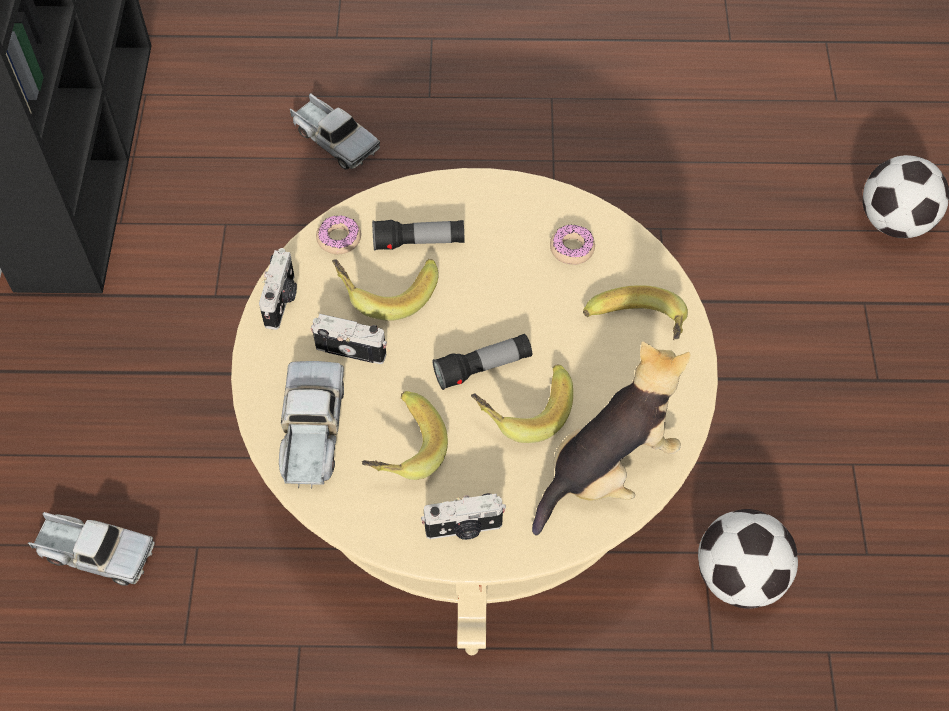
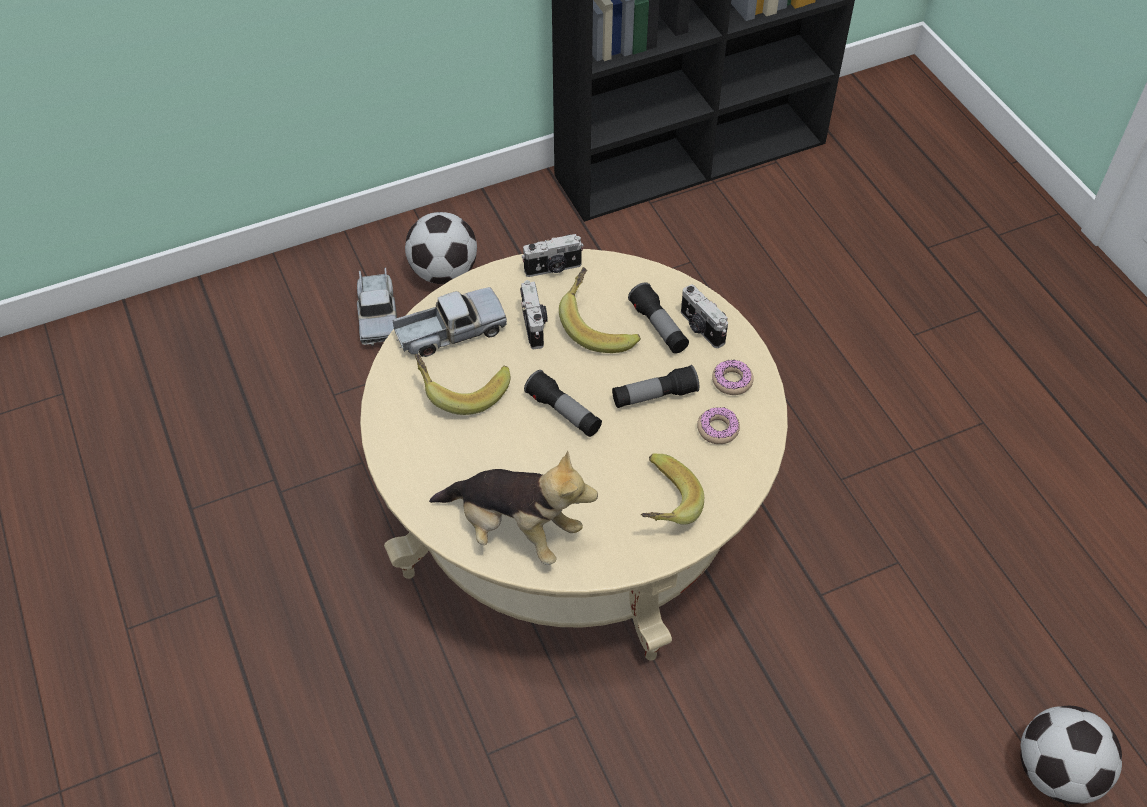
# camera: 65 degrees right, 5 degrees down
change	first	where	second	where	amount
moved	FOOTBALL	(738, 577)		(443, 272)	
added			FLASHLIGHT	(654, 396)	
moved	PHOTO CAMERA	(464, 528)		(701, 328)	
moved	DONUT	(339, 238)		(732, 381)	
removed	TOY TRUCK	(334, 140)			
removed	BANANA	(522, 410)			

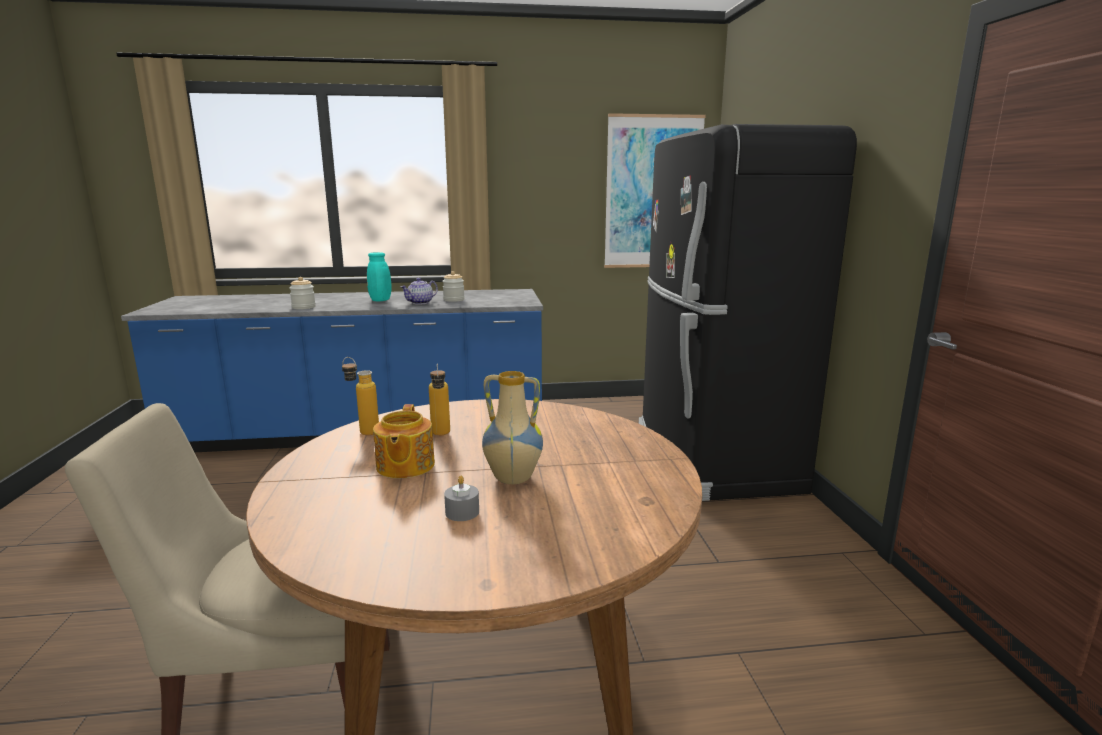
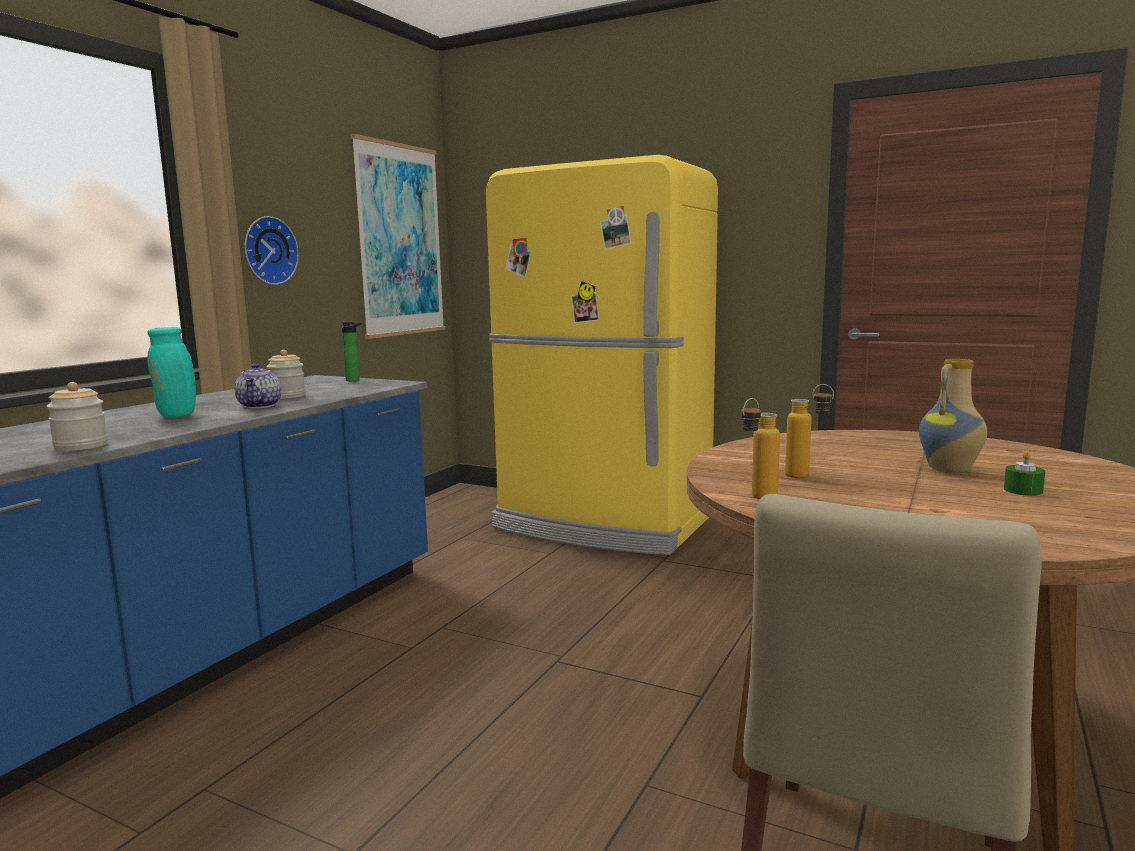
# camera: 55 degrees left, 5 degrees down
change	first	where	second	where	amount
added			WALL CLOCK	(268, 250)	
added			BOTTLE	(355, 380)	
recoloured	BLACK FRIDGE	(711, 460)	YELLOW FRIDGE	(603, 524)	
recoloured	GREY CANDLE	(462, 512)	GREEN CANDLE	(1023, 490)	
removed	TEAPOT	(404, 466)			

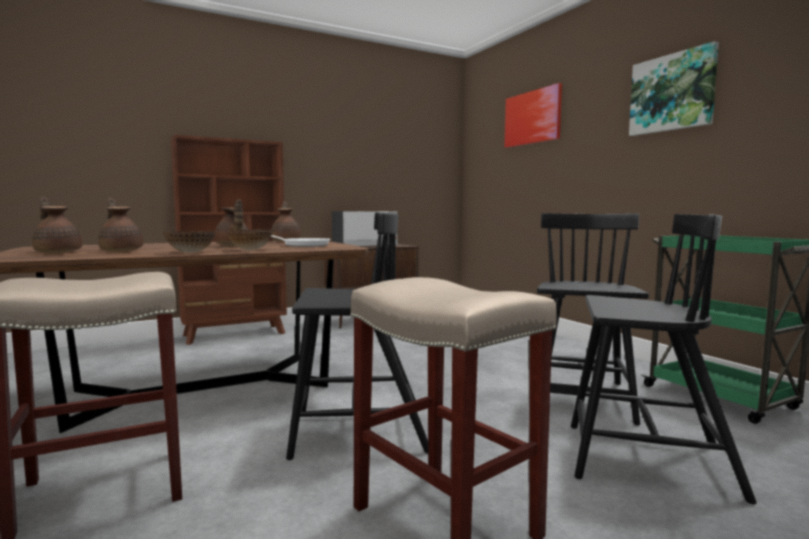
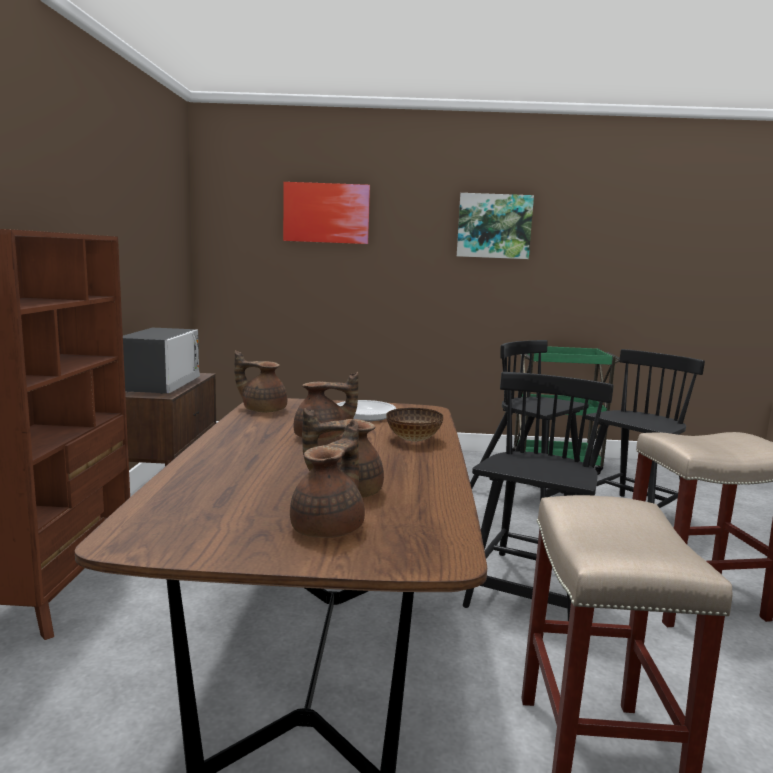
# camera: 60 degrees left, 5 degrees up
change	first	where	second	where	amount
turned	BROWN TEAPOT	(58, 252)		(330, 528)	135 degrees clockwise
removed	BOWL	(191, 252)			

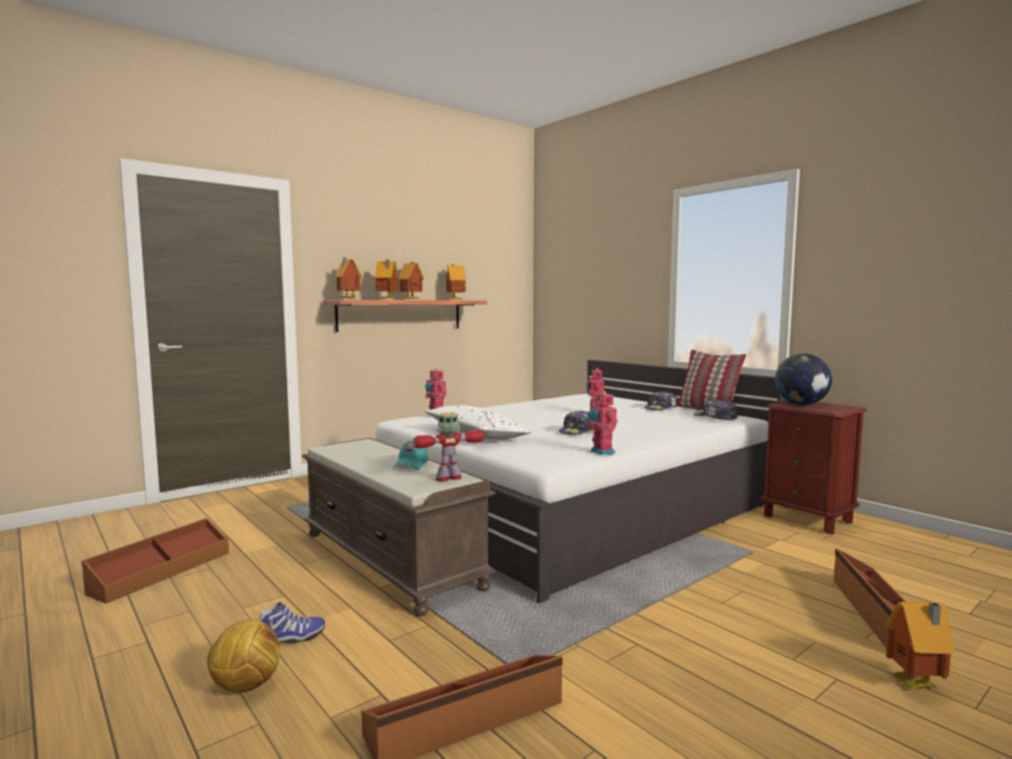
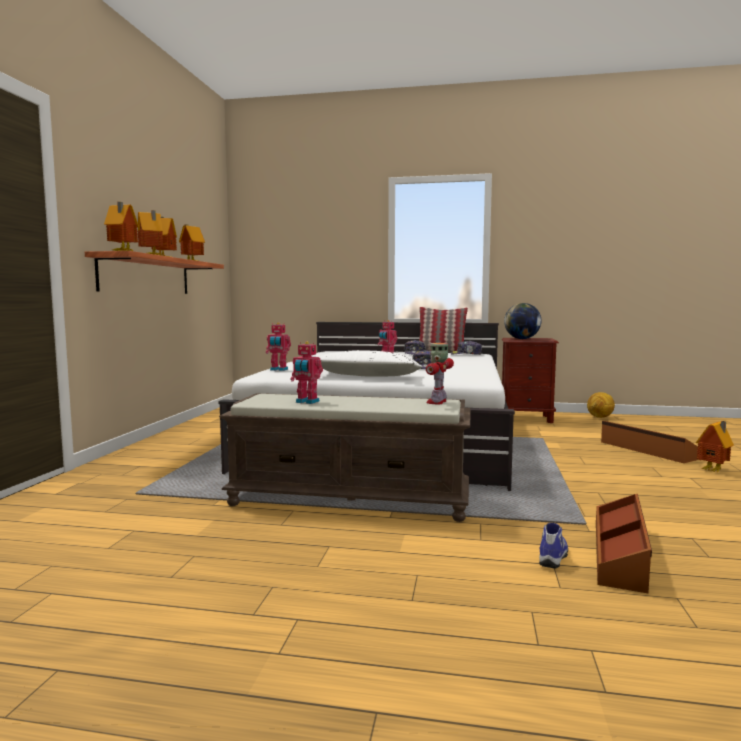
# camera: 40 degrees left, 0 degrees up
change	first	where	second	where	amount
moved	TOY ROBOT	(601, 452)		(306, 402)	
moved	SHOE	(290, 639)		(553, 557)	
moved	FOOTBALL	(246, 686)		(600, 417)	
removed	BROWN STORAGE BOX	(161, 572)			
removed	TURQUOISE CAP	(411, 465)			

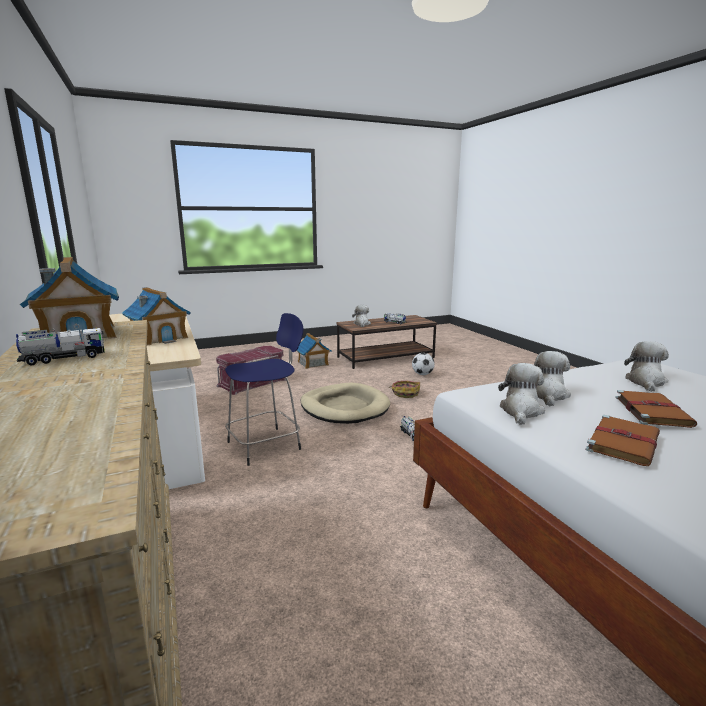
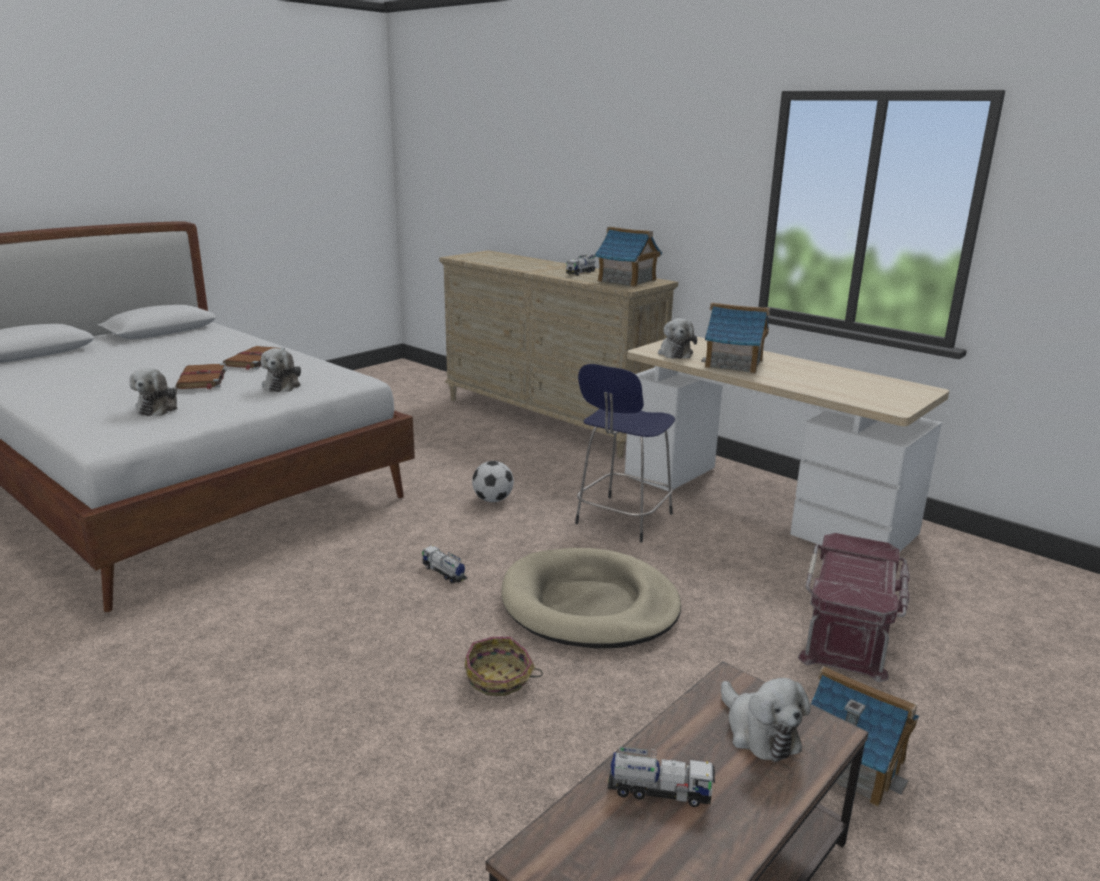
# camera: 155 degrees right, 5 degrees up
change	first	where	second	where	amount
moved	FOOTBALL	(422, 374)		(493, 500)	
moved	PLUSH TOY	(520, 411)		(675, 353)	

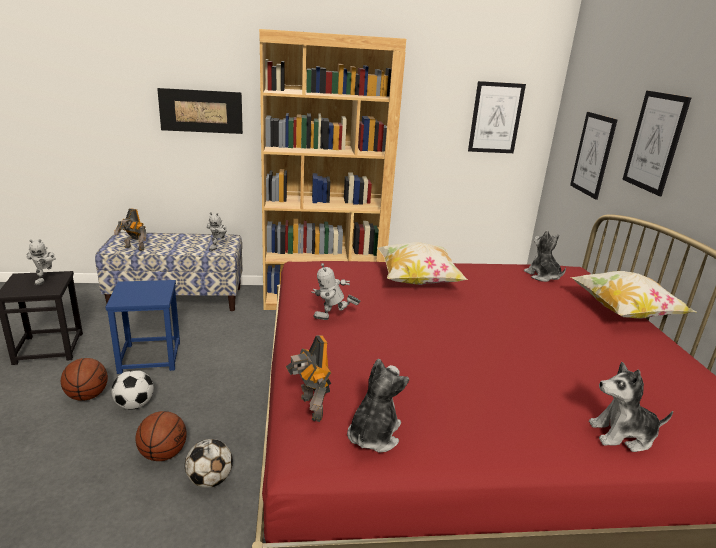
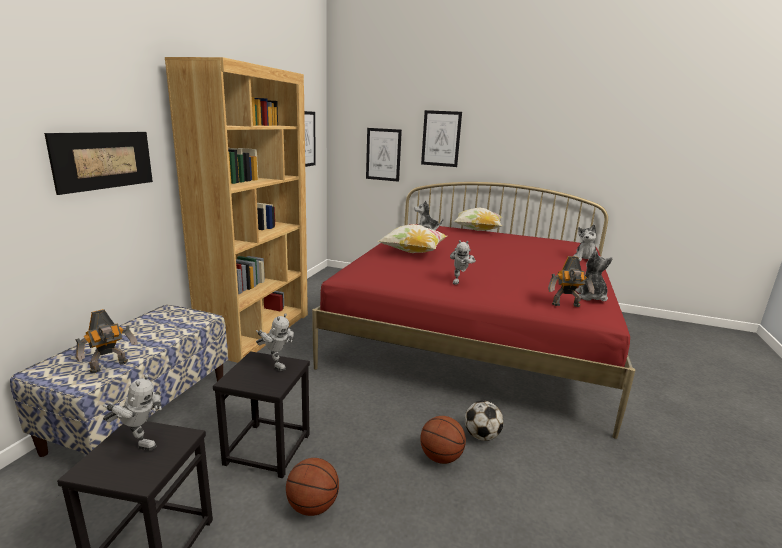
# camera: 65 degrees left, 5 degrees down
change	first	where	second	where	amount
recoloured	BLUE STOOL	(149, 357)	BLACK STOOL	(268, 449)	
moved	TOY ROBOT	(219, 248)		(275, 364)	
turned	PLUSH TOY	(373, 435)		(590, 297)	45 degrees clockwise
removed	FOOTBALL	(135, 405)			

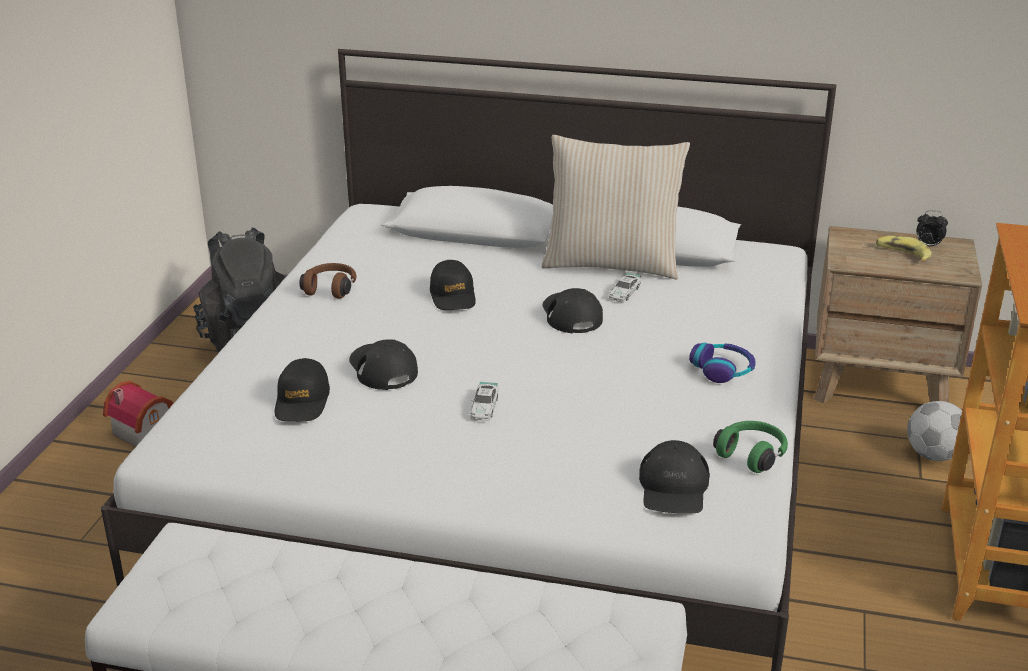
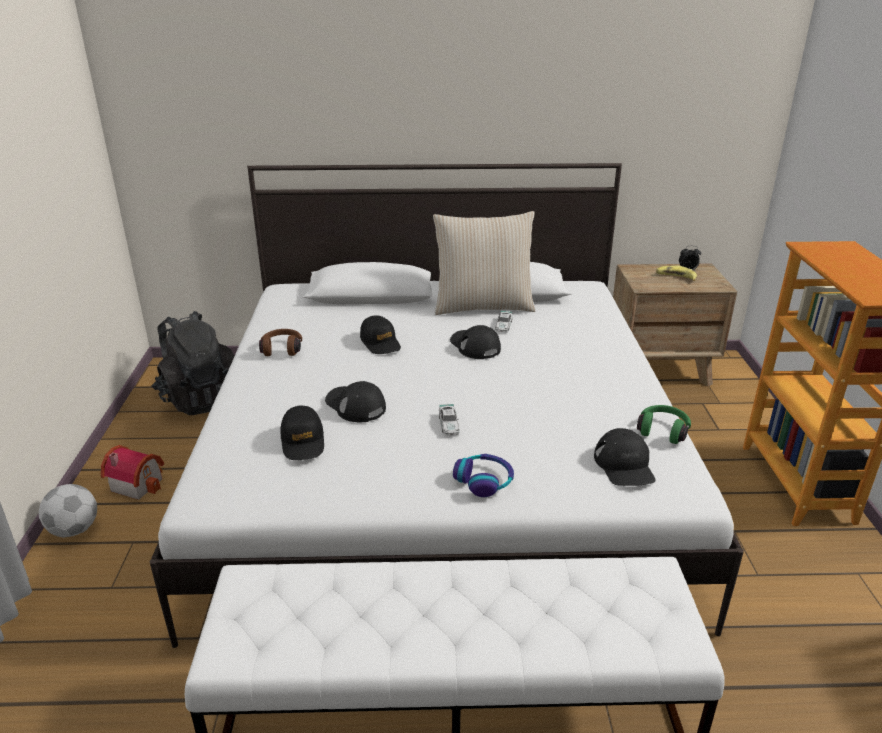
# camera: 15 degrees left, 0 degrees up
change	first	where	second	where	amount
moved	FOOTBALL	(933, 455)		(74, 529)	
moved	HEADPHONES	(723, 370)		(484, 481)	

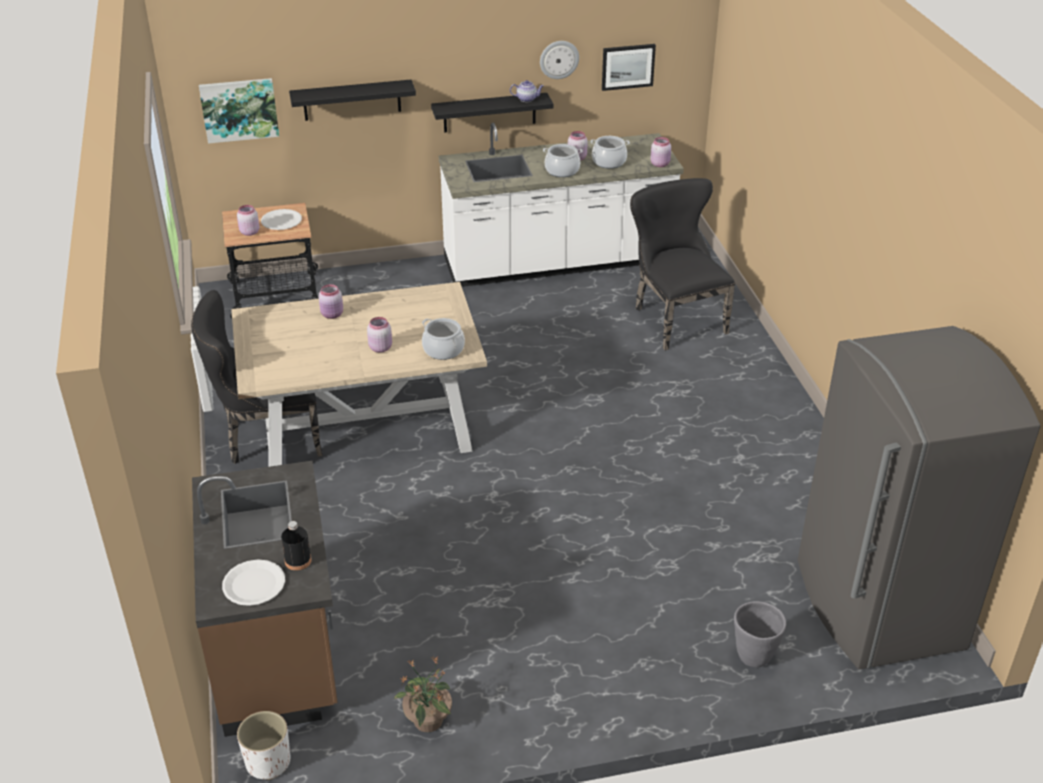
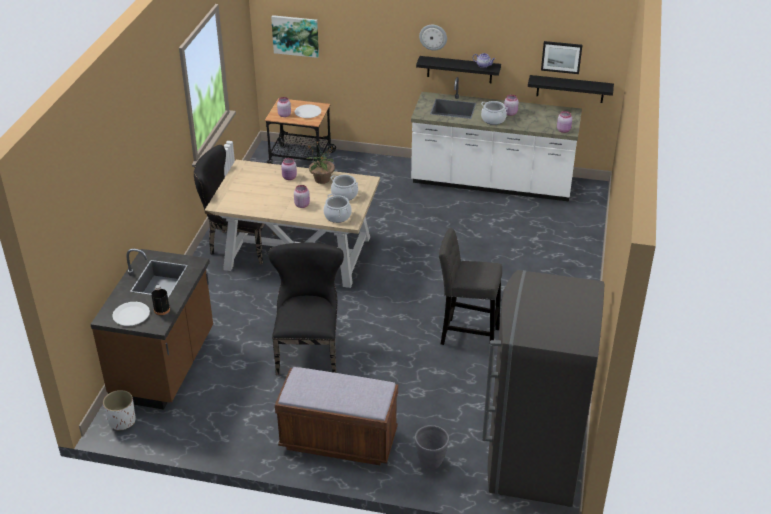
# camera: 25 degrees right, 0 degrees up
change	first	where	second	where	amount
moved	BLACK CHAIR	(674, 318)		(308, 350)	
added			BROWN BENCH	(338, 440)	
moved	POTTED PLANT	(428, 721)		(321, 179)	
moved	COOKING POT	(609, 162)		(344, 194)	
moved	WALL CLOCK	(559, 59)		(433, 37)	
added			GREY STOOL	(466, 335)	
moved	BLACK SHELF	(352, 100)		(570, 89)	

